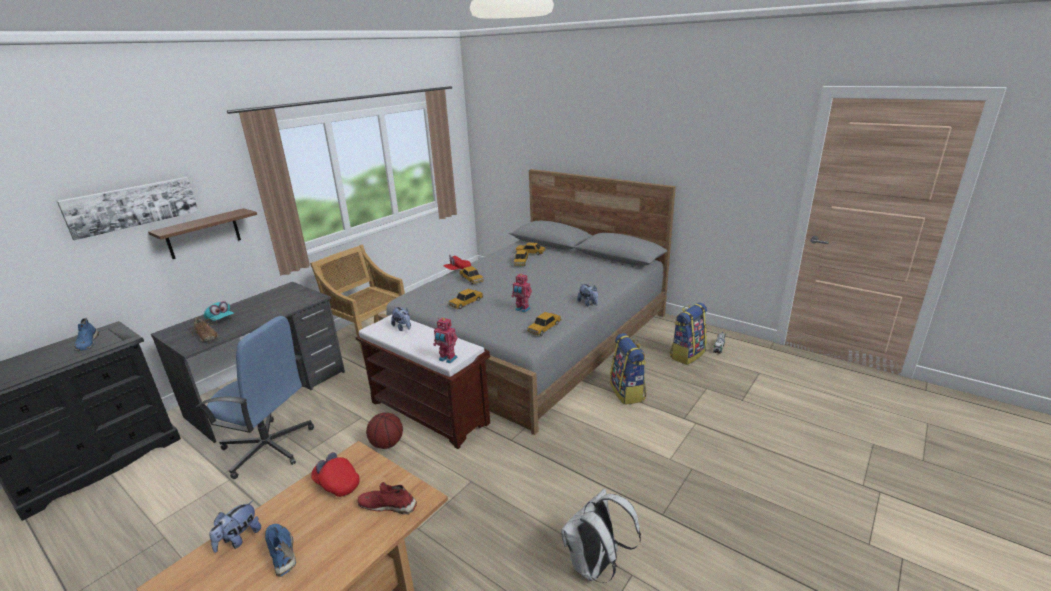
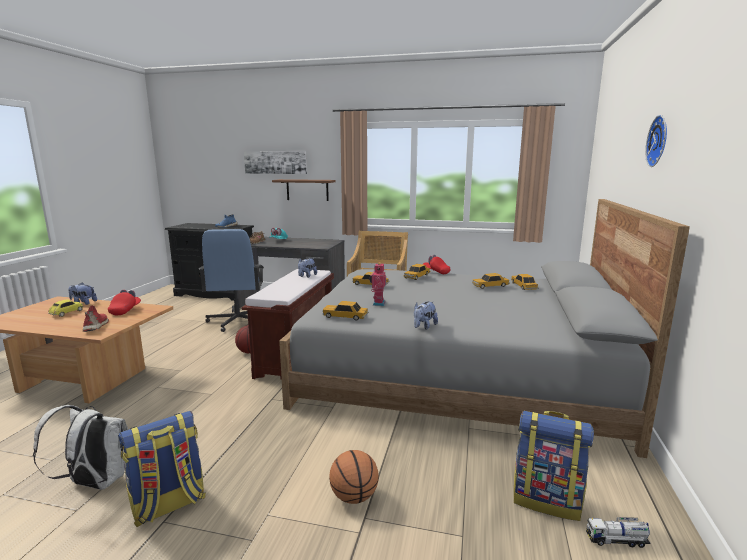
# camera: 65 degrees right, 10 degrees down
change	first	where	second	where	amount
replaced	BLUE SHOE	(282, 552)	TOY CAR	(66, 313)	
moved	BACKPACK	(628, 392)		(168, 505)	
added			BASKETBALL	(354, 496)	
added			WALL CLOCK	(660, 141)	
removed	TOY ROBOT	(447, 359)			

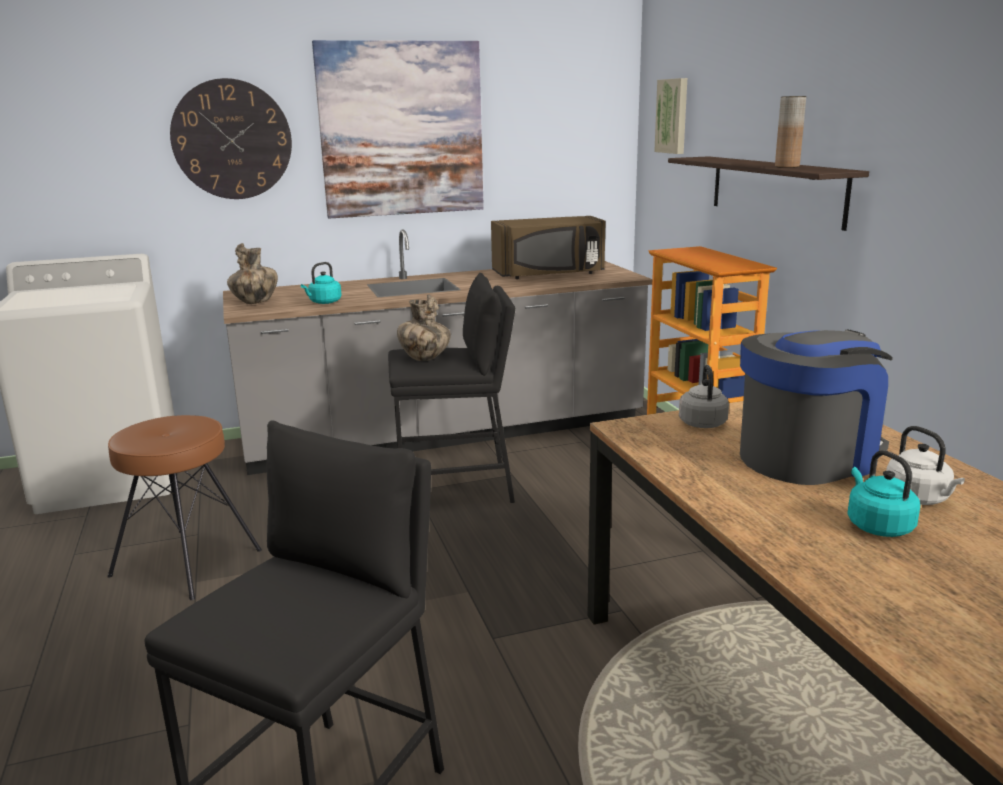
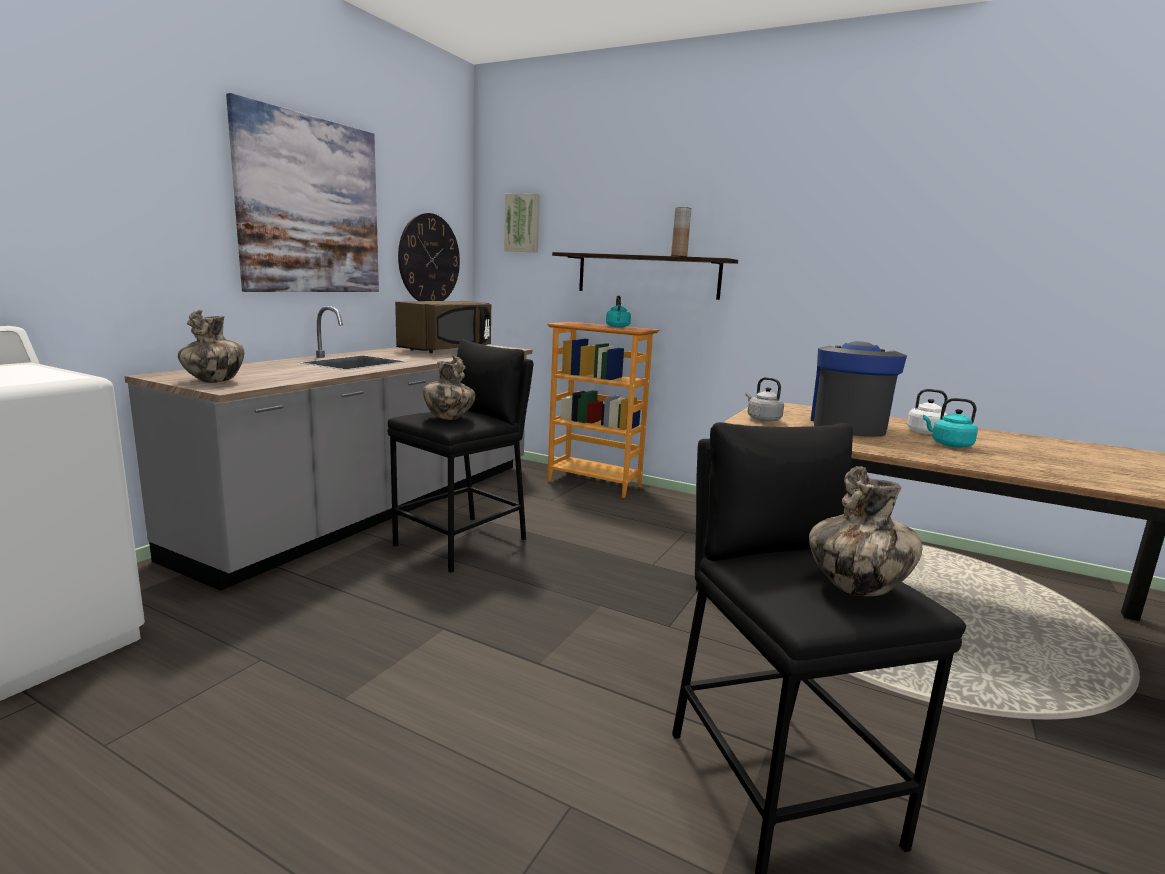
# camera: 45 degrees left, 5 degrees down
change	first	where	second	where	amount
moved	WALL CLOCK	(232, 140)		(429, 259)	
moved	TURQUOISE KETTLE	(324, 302)		(618, 327)	
added			VASE	(857, 588)	
removed	BROWN STOOL	(187, 562)			

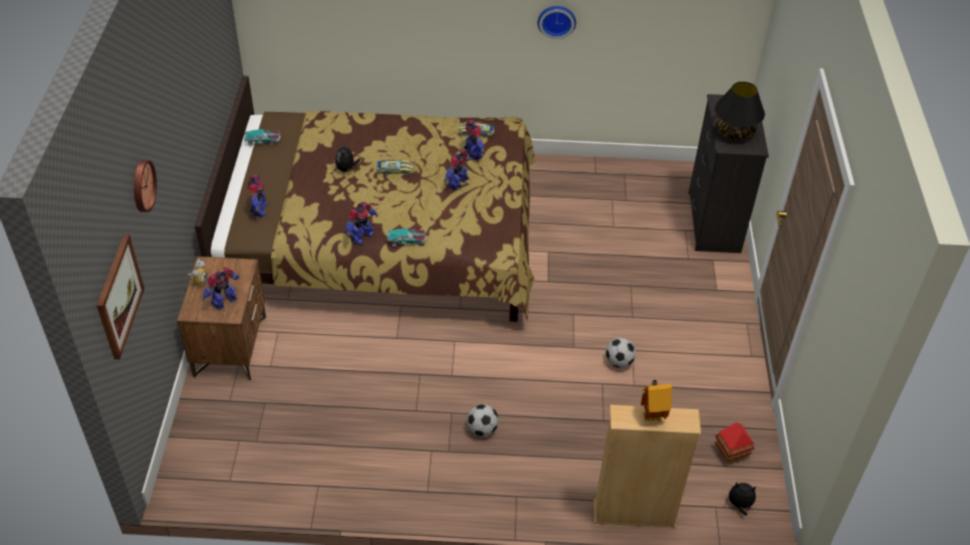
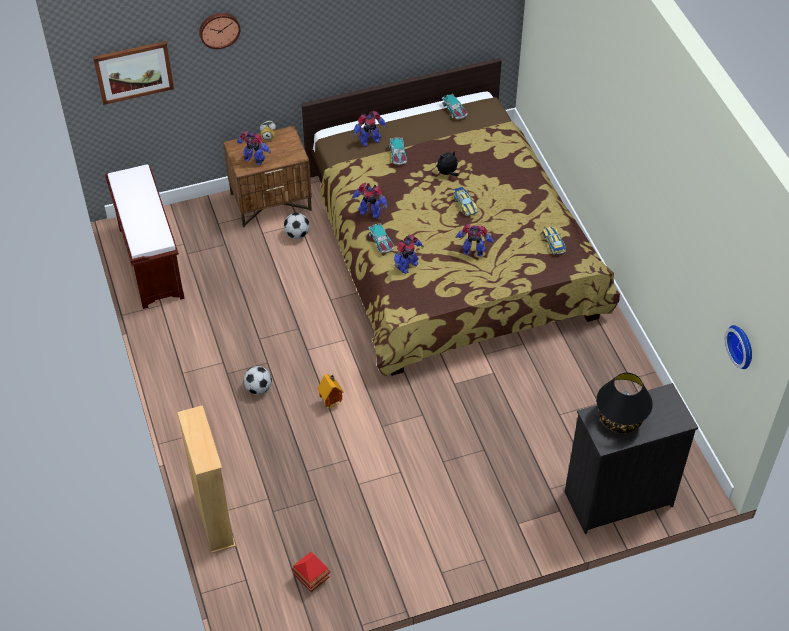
# camera: 70 degrees right, 5 degrees up
change	first	where	second	where	amount
added			BROWN BENCH	(150, 262)	
moved	FOOTBALL	(619, 362)		(297, 235)	
moved	TOY HOUSE	(652, 416)		(332, 402)	
added			TOY CAR	(398, 155)	
moved	TOY ROBOT	(473, 154)		(407, 266)	
moved	WALL CLOCK	(556, 20)		(742, 346)	
removed	PLUSH TOY	(739, 505)			

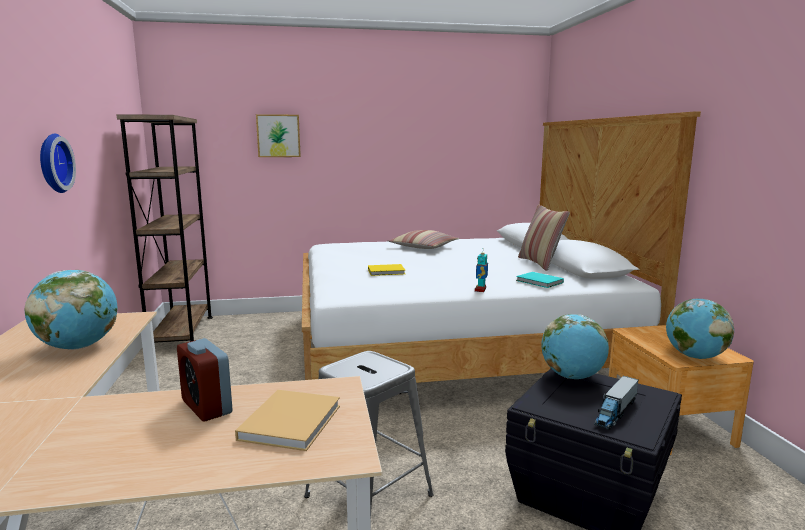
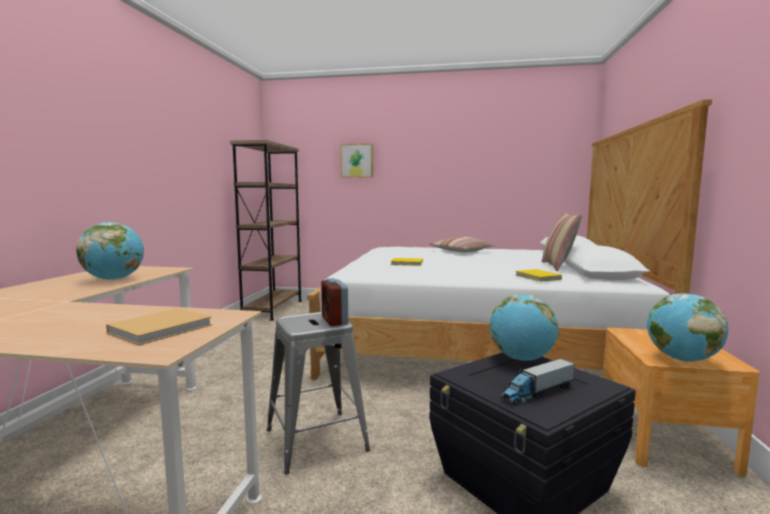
# camera: 20 degrees right, 5 degrees down
change	first	where	second	where	amount
moved	ALARM CLOCK	(206, 407)		(334, 320)	
recoloured	TURQUOISE BOOK	(540, 282)	YELLOW BOOK	(538, 277)	
removed	WALL CLOCK	(52, 163)			
removed	TOY ROBOT	(480, 290)			

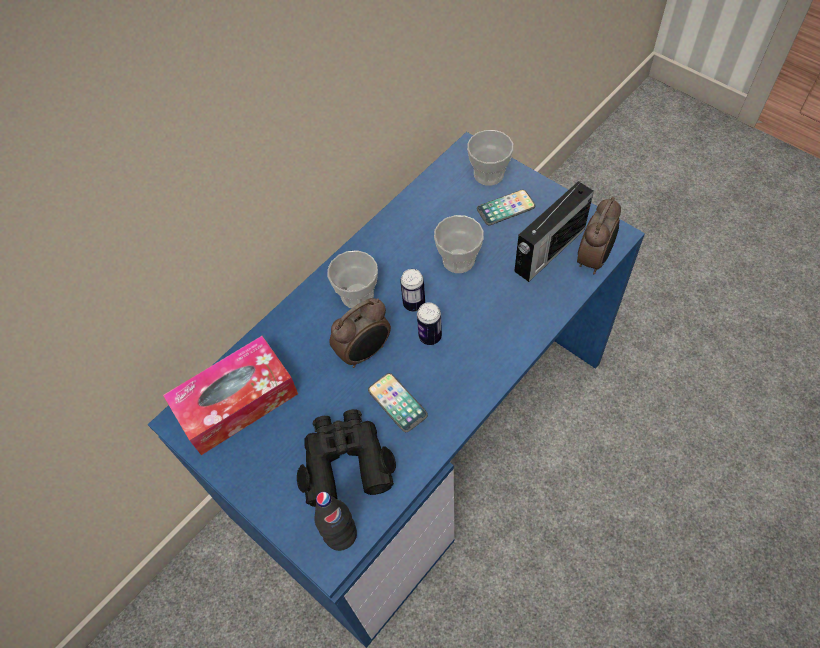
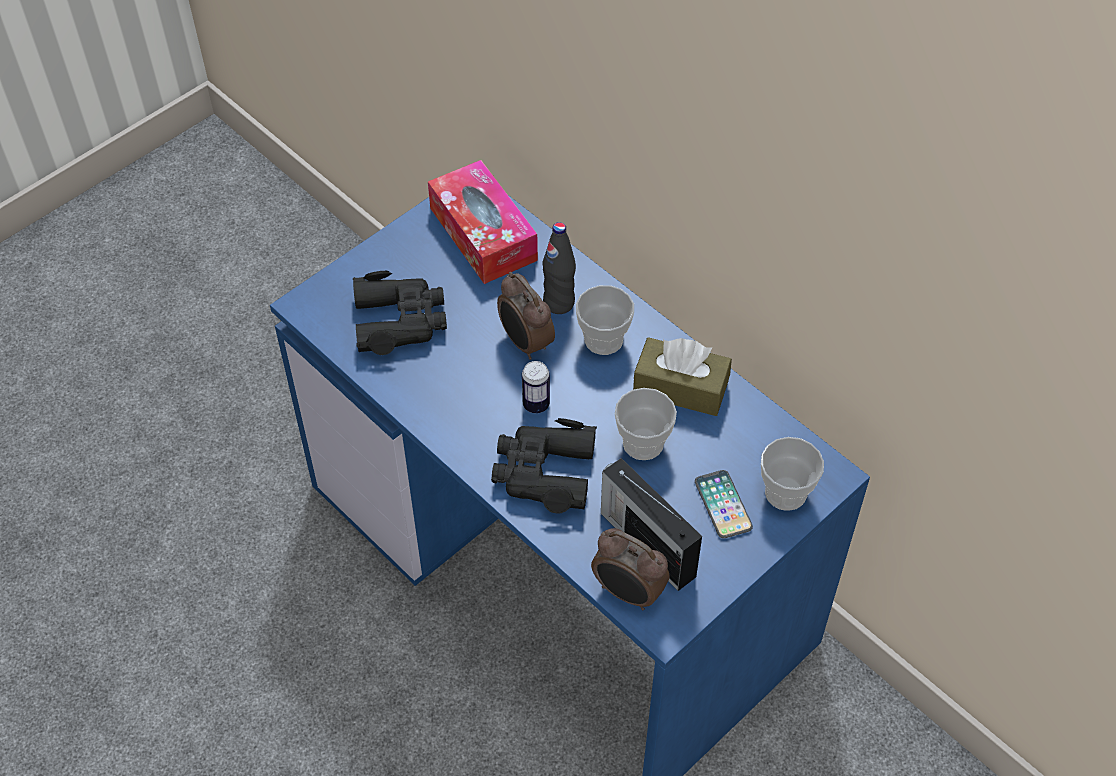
# camera: 90 degrees right, 5 degrees down
change	first	where	second	where	amount
added			BLACK BINOCULARS	(544, 472)	
moved	BLACK BOTTLE	(341, 535)		(559, 303)	
added			BROWN TISSUE BOX	(680, 387)	
removed	PHONE	(397, 403)			
removed	CAN	(414, 303)			

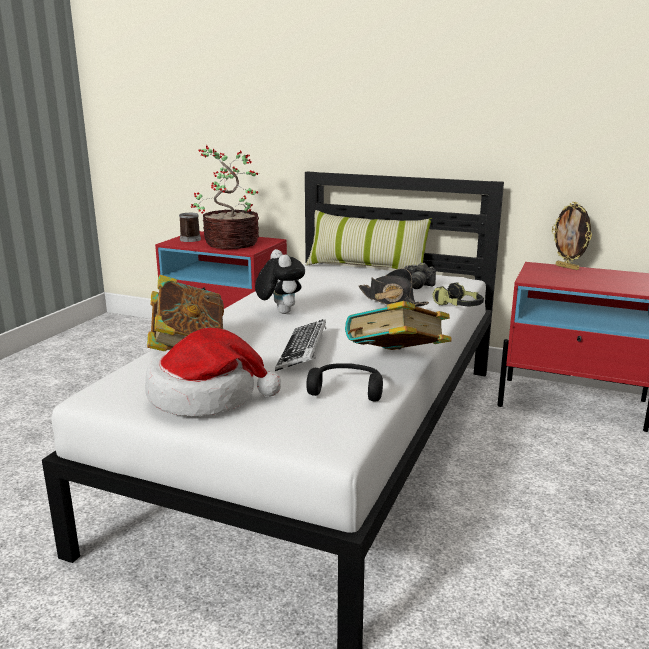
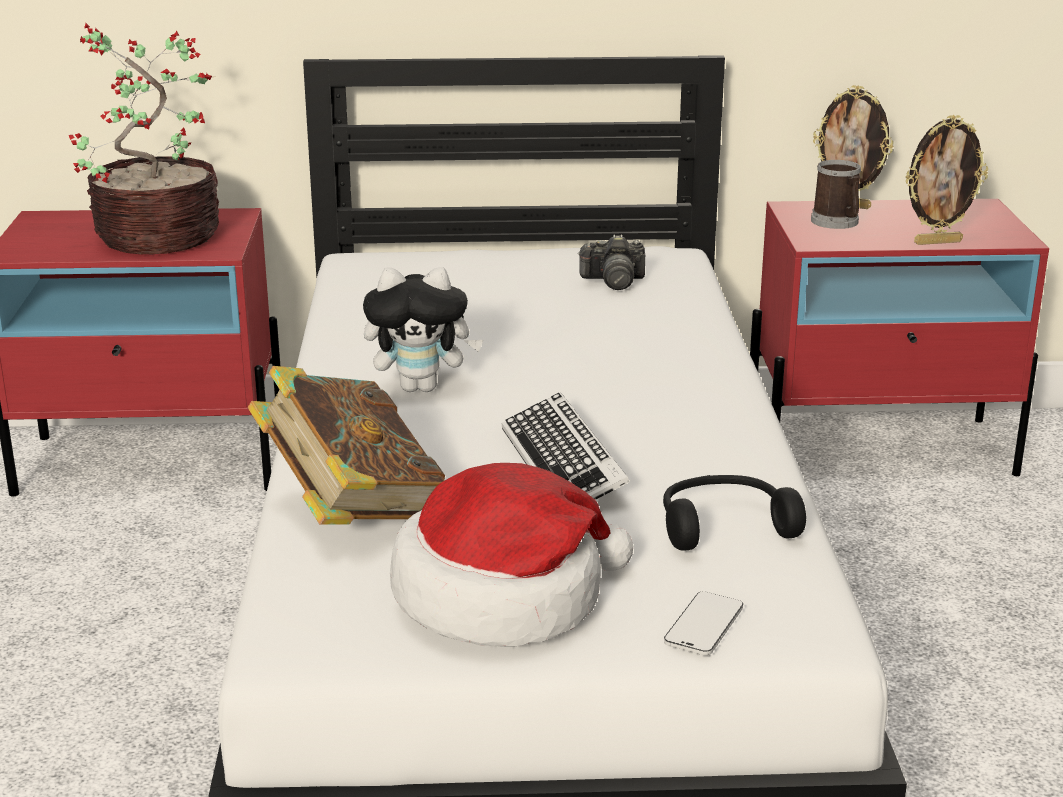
# camera: 25 degrees left, 5 degrees up
change	first	where	second	where	amount
turned	PLUSH TOY	(280, 312)		(422, 387)	135 degrees clockwise
added			PHONE	(704, 626)	
moved	MUG	(190, 240)		(837, 223)	
added			PICTURE FRAME	(937, 242)	
removed	PILLOW	(366, 267)			
removed	BOOK	(396, 362)			
removed	BLACK HAT	(391, 301)			
removed	HEADPHONES	(459, 306)			

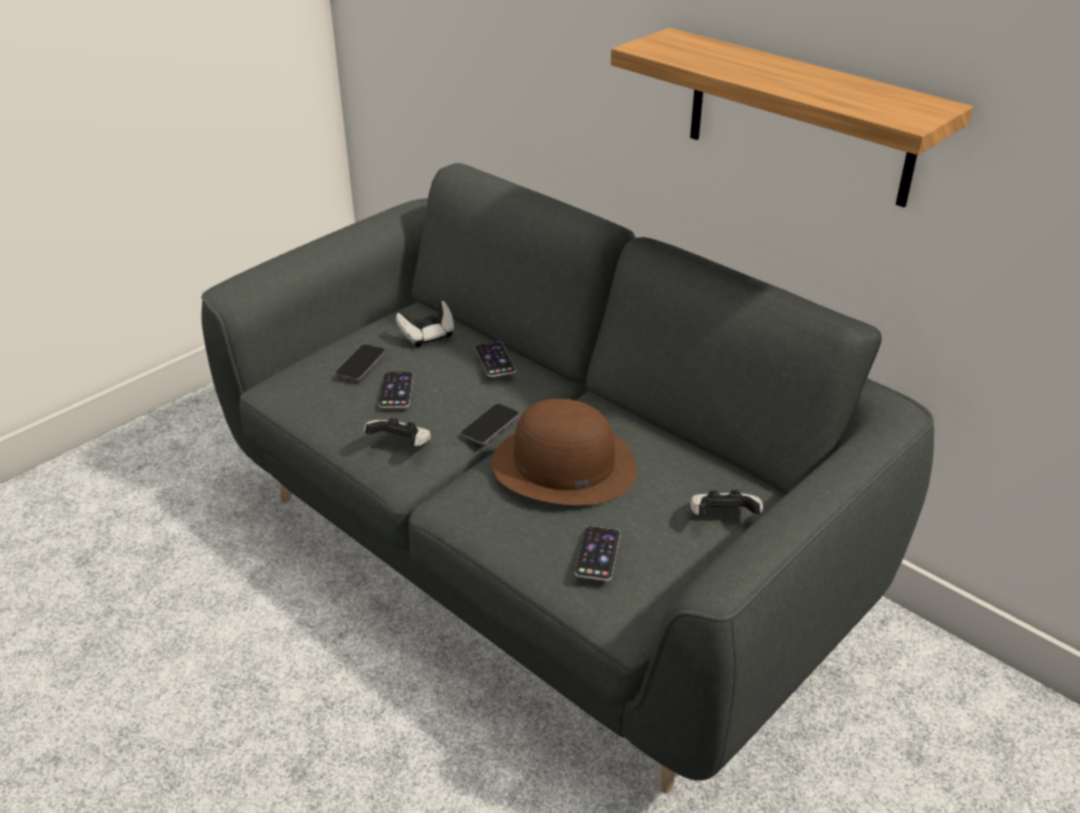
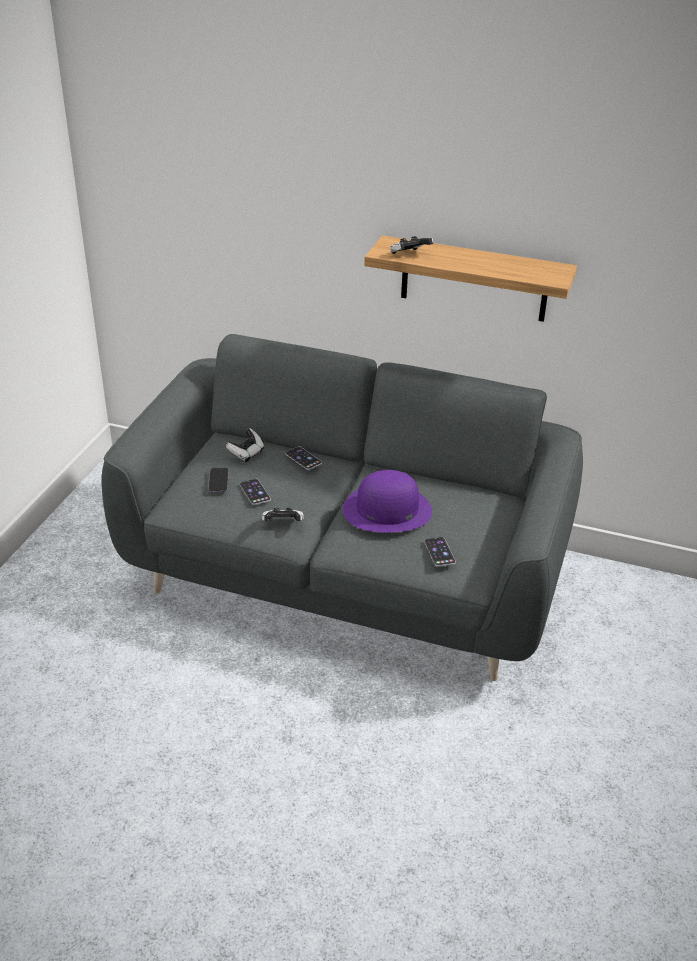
# camera: 25 degrees left, 0 degrees up
change	first	where	second	where	amount
recoloured	BROWN HAT	(563, 464)	PURPLE HAT	(387, 510)	
moved	GAME CONTROLLER	(722, 518)		(409, 255)	
removed	PHONE	(490, 426)			

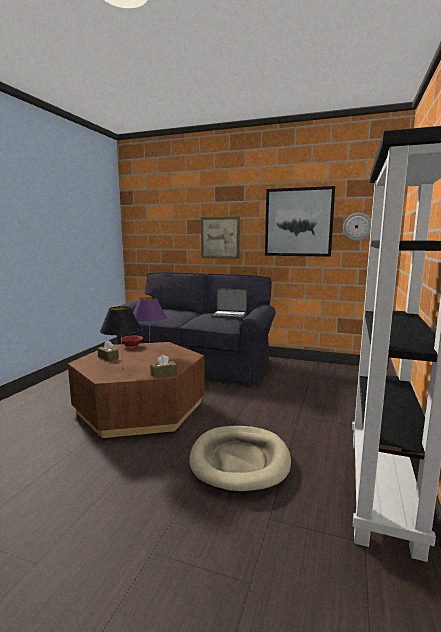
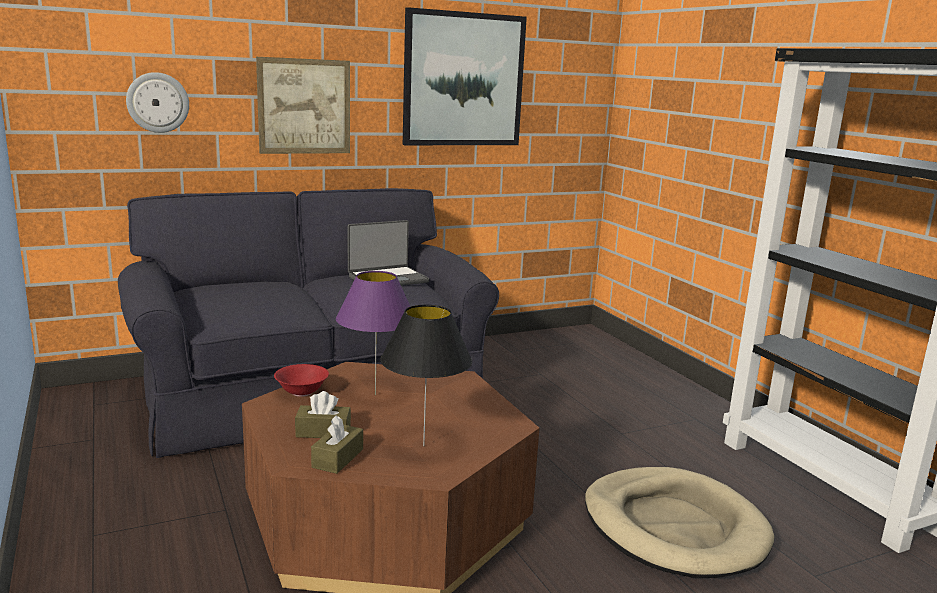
# camera: 45 degrees left, 5 degrees up
change	first	where	second	where	amount
moved	WALL CLOCK	(357, 226)		(158, 102)	
moved	BROWN TISSUE BOX	(163, 374)		(337, 458)	

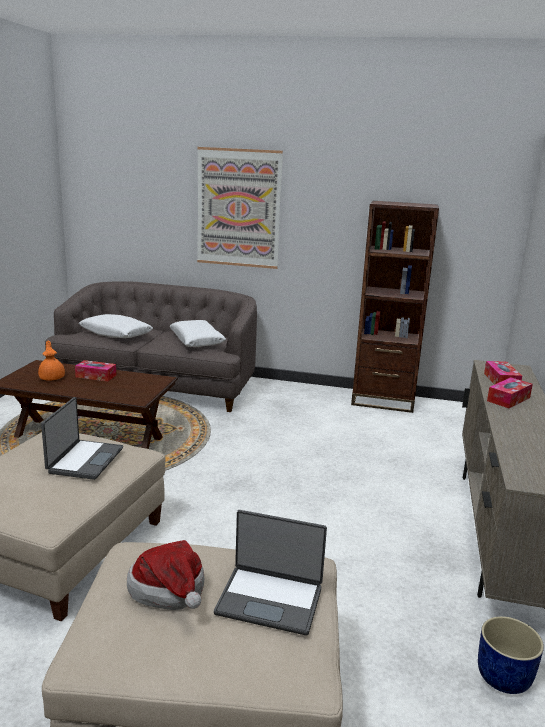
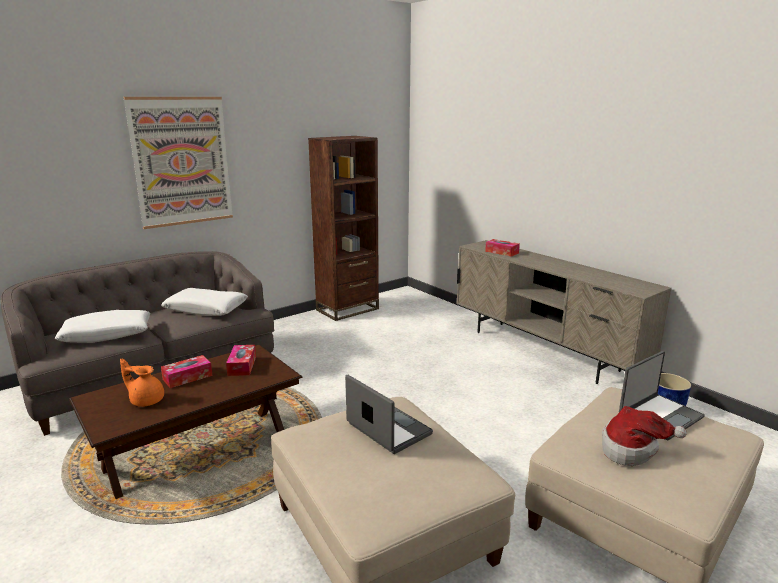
# camera: 50 degrees left, 0 degrees up
change	first	where	second	where	amount
moved	TISSUE BOX	(508, 399)		(242, 366)	

